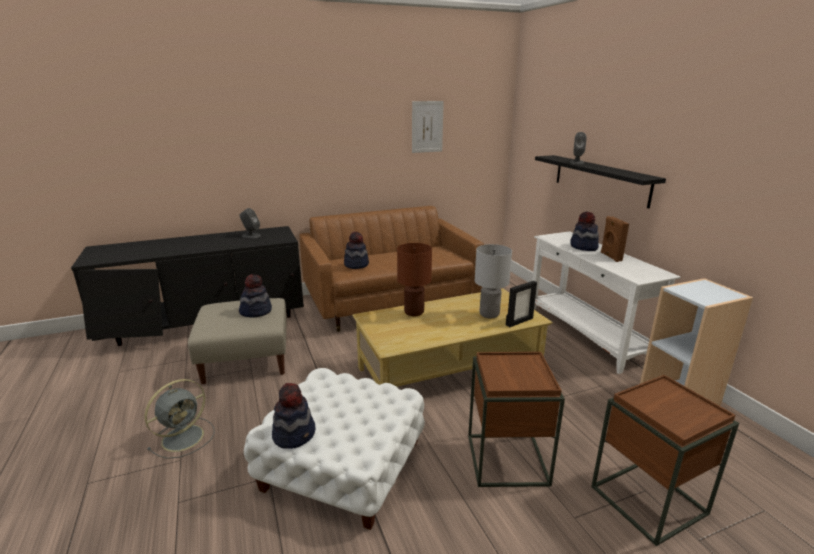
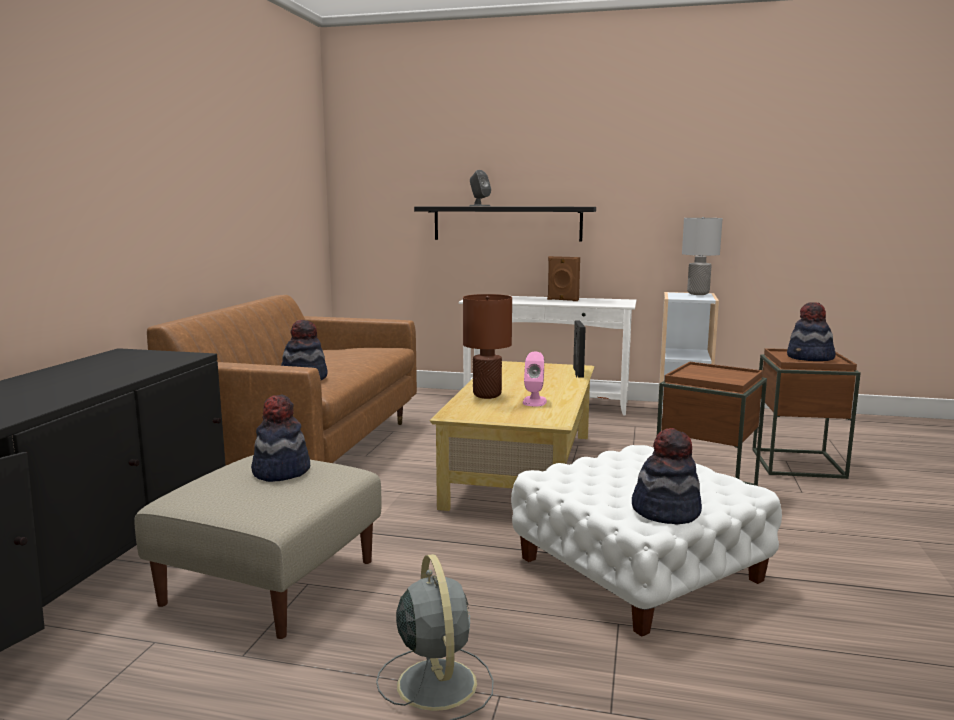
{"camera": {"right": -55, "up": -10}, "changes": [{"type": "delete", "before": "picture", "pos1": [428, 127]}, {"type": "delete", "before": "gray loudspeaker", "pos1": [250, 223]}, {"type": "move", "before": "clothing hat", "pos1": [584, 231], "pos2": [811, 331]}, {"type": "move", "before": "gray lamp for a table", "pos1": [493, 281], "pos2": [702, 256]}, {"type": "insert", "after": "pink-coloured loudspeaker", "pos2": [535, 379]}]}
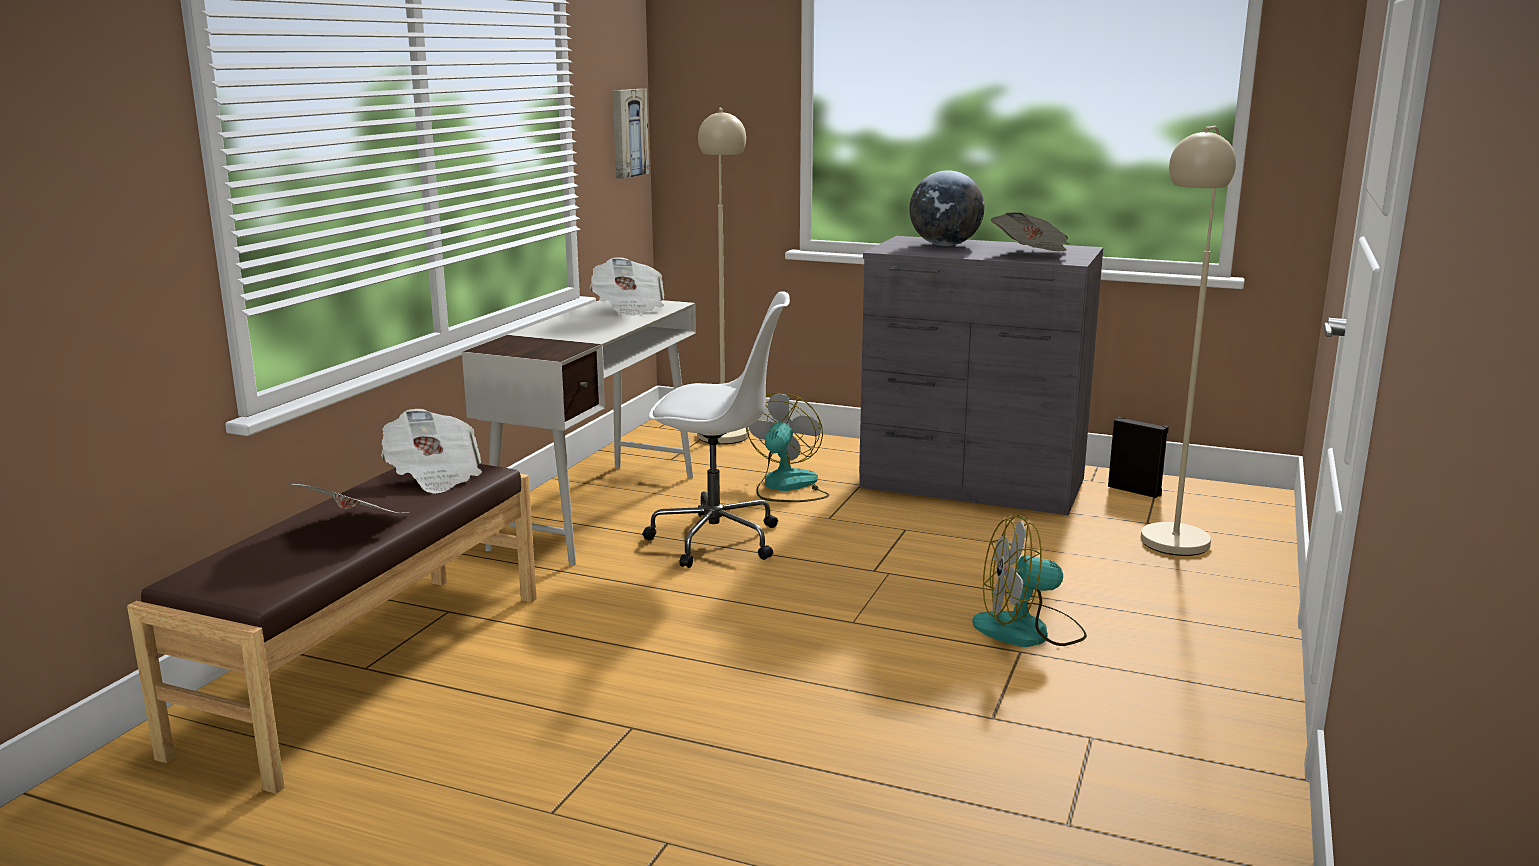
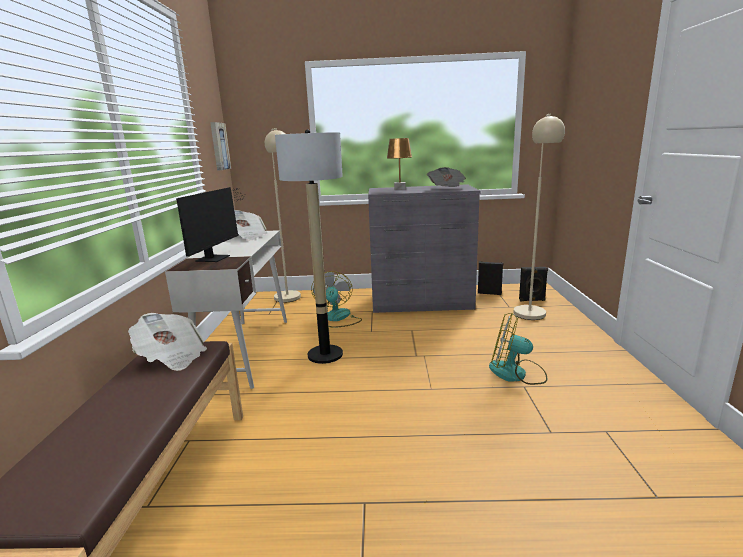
{"camera": {"right": -20, "up": 0}, "changes": [{"type": "replace", "before": "globe", "after": "brown lamp for a table", "pos1": [946, 208], "pos2": [399, 164]}, {"type": "replace", "before": "white office chair", "after": "floor lamp", "pos1": [716, 429], "pos2": [309, 246]}, {"type": "delete", "before": "printed paper", "pos1": [347, 499]}, {"type": "rotate", "before": "cooling fan", "pos1": [1029, 581], "pos2": [518, 349], "turn": 45}, {"type": "insert", "after": "monitor", "pos2": [209, 224]}, {"type": "insert", "after": "black-coloured loudspeaker", "pos2": [533, 284]}]}
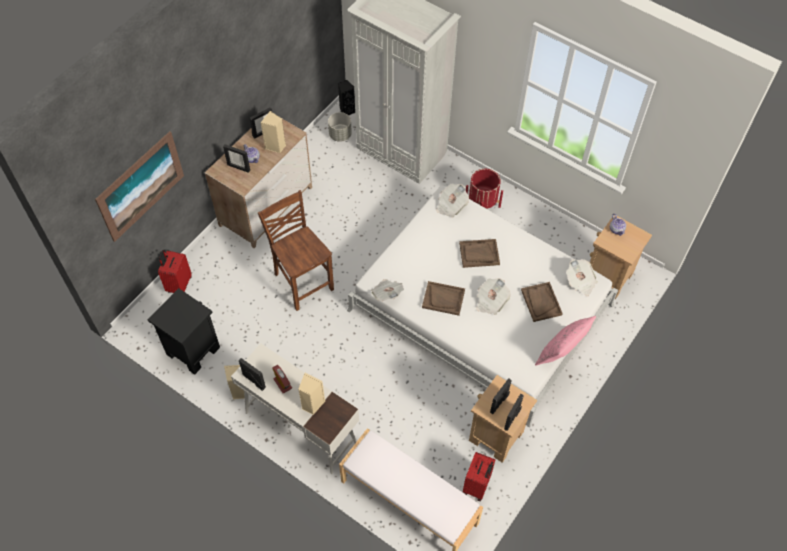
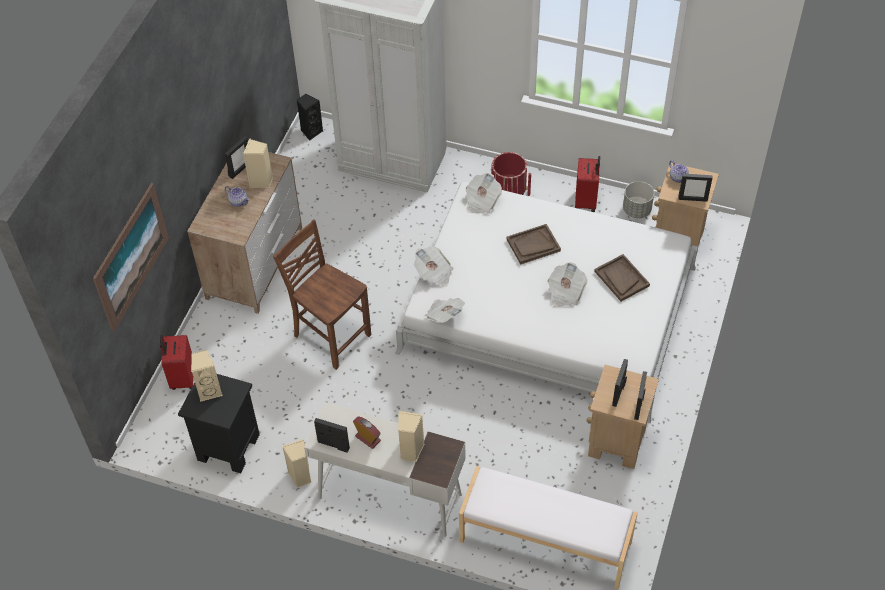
{"camera": {"right": -15, "up": -5}, "changes": [{"type": "move", "before": "gray flower pot", "pos1": [340, 127], "pos2": [638, 199]}, {"type": "move", "before": "standing frame", "pos1": [236, 158], "pos2": [695, 188]}, {"type": "move", "before": "printed paper", "pos1": [582, 277], "pos2": [433, 266]}, {"type": "delete", "before": "brown tray", "pos1": [443, 298]}, {"type": "delete", "before": "pink-coloured throw pillow", "pos1": [565, 340]}, {"type": "move", "before": "red-coloured travel case", "pos1": [479, 476], "pos2": [587, 184]}, {"type": "insert", "after": "beige loudspeaker", "pos2": [207, 376]}]}
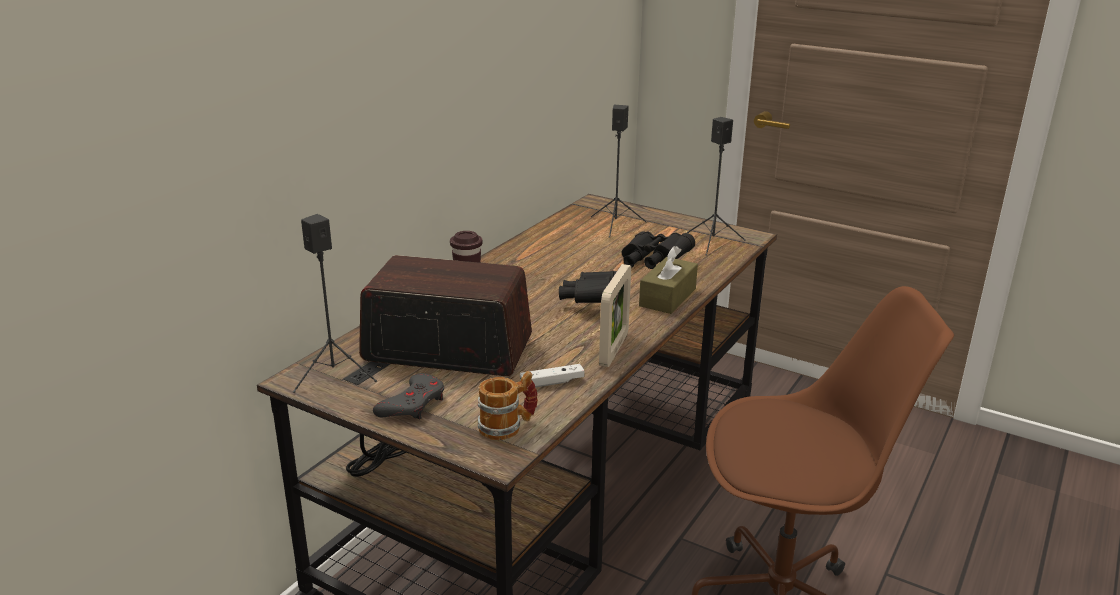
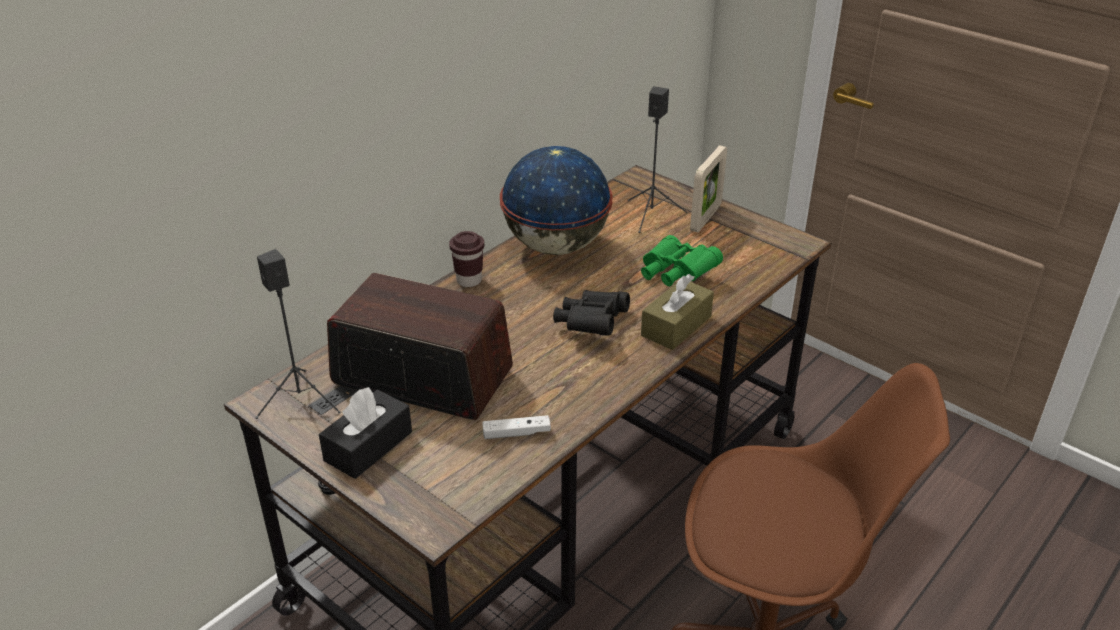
{"camera": {"right": 10, "up": 10}, "changes": [{"type": "delete", "before": "black-coloured loudspeaker", "pos1": [716, 186]}, {"type": "recolor", "before": "black-coloured binoculars", "after": "green binoculars", "pos1": [658, 250], "pos2": [682, 260]}, {"type": "move", "before": "standing frame", "pos1": [615, 315], "pos2": [708, 188]}, {"type": "delete", "before": "coffee mug", "pos1": [508, 405]}, {"type": "replace", "before": "gray gamepad", "after": "black-coloured tissue box", "pos1": [408, 396], "pos2": [365, 433]}, {"type": "insert", "after": "globe", "pos2": [556, 200]}]}
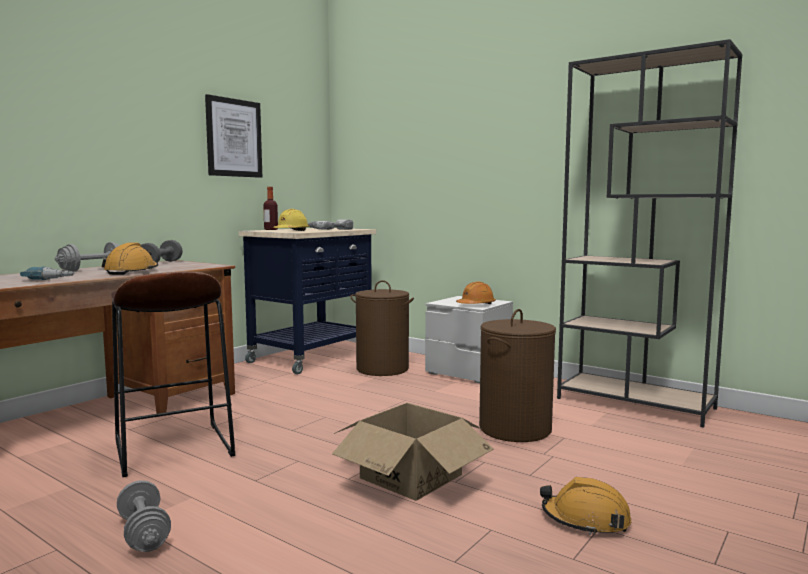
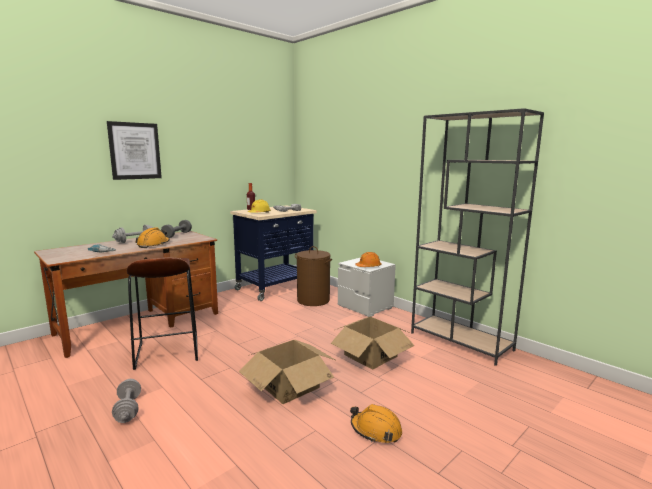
{"camera": {"right": 10, "up": 5}, "changes": [{"type": "move", "before": "picture", "pos1": [233, 136], "pos2": [134, 150]}, {"type": "replace", "before": "brown washing basket", "after": "carton", "pos1": [517, 375], "pos2": [372, 343]}]}
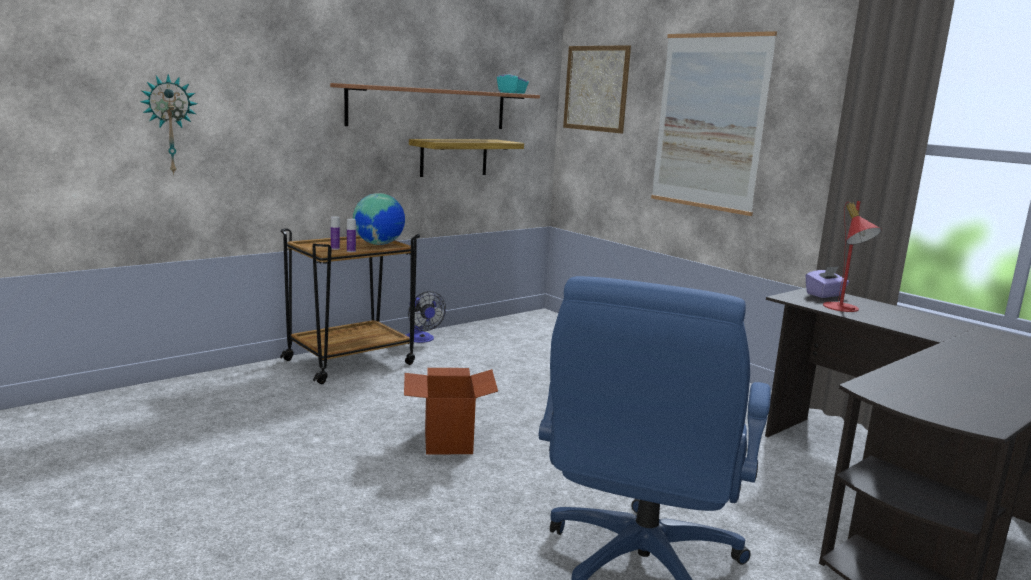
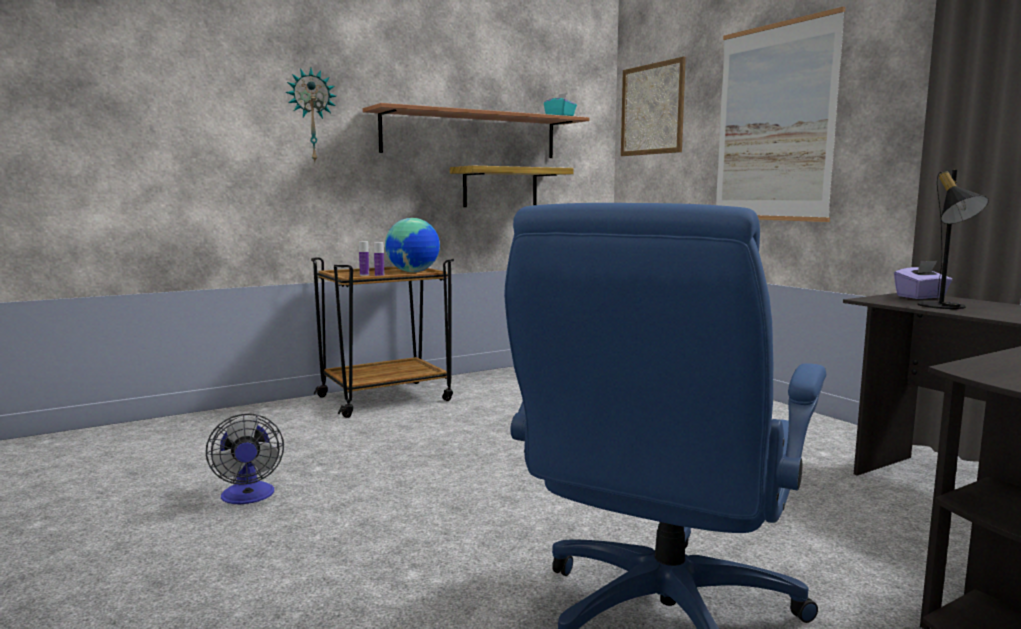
{"camera": {"right": 10, "up": -5}, "changes": [{"type": "move", "before": "wall clock", "pos1": [169, 124], "pos2": [311, 115]}, {"type": "recolor", "before": "red-coloured lamp for a table", "after": "black-coloured lamp for a table", "pos1": [852, 256], "pos2": [953, 239]}, {"type": "move", "before": "cooling fan", "pos1": [426, 317], "pos2": [245, 458]}, {"type": "delete", "before": "carton", "pos1": [451, 411]}]}
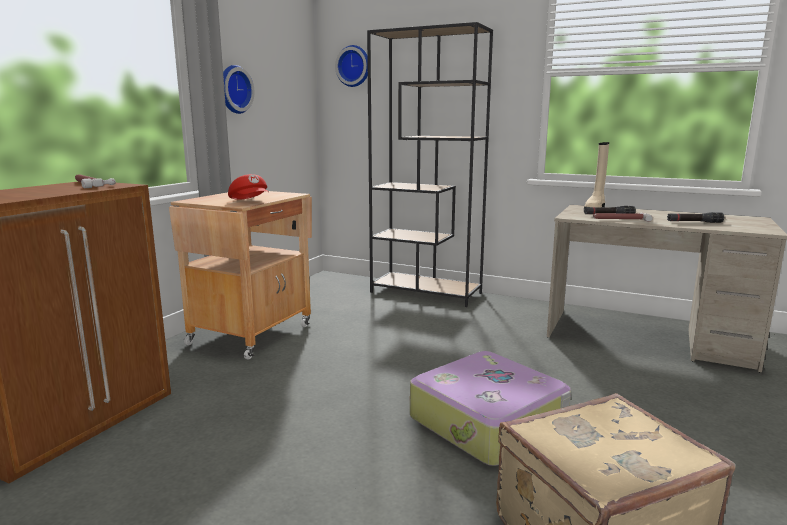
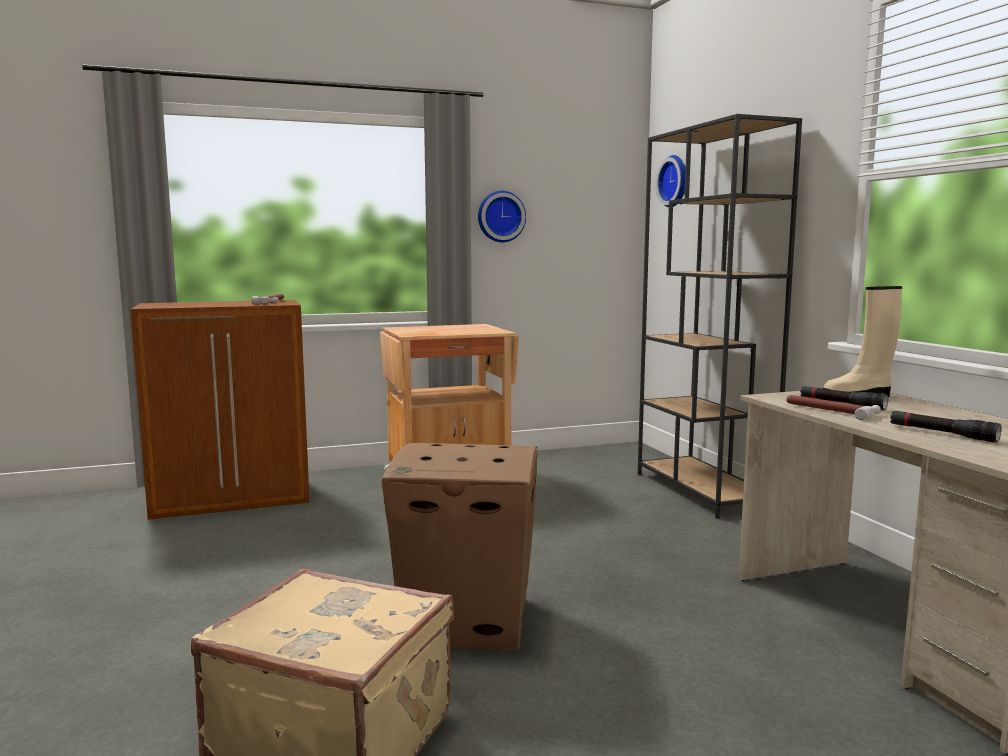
{"camera": {"right": 45, "up": -5}, "changes": [{"type": "delete", "before": "red-coloured cap", "pos1": [248, 187]}, {"type": "replace", "before": "travel case", "after": "carton", "pos1": [490, 408], "pos2": [459, 547]}]}
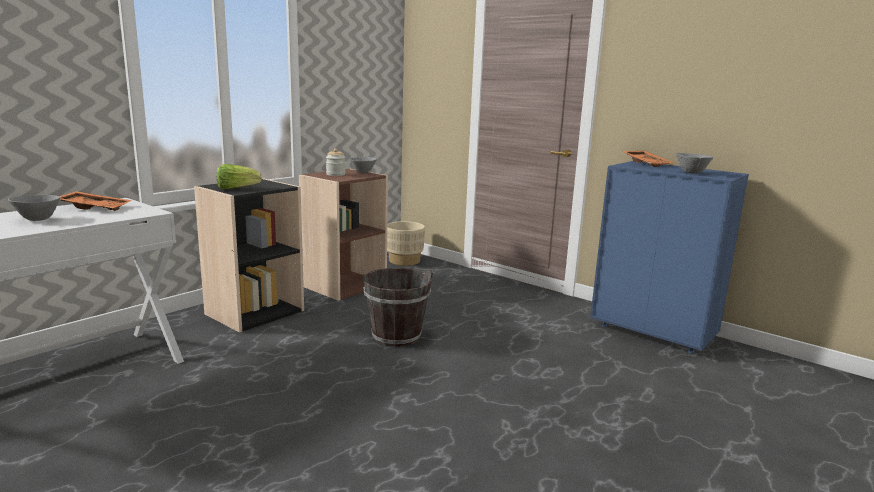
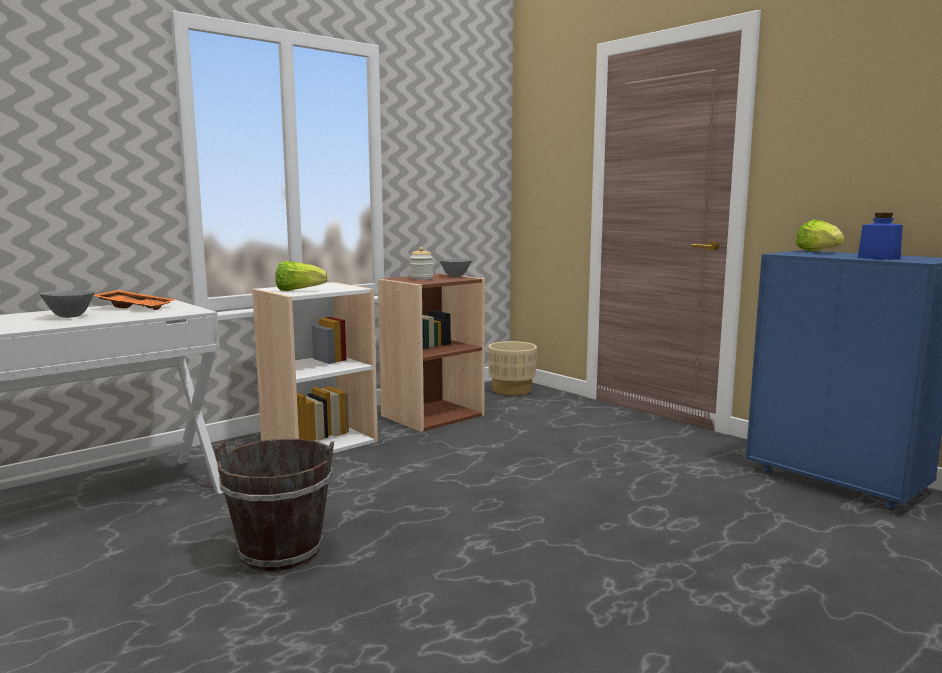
{"camera": {"right": 10, "up": -5}, "changes": [{"type": "replace", "before": "orange-coloured tray", "after": "head of lettuce", "pos1": [648, 159], "pos2": [820, 235]}, {"type": "replace", "before": "gray serving bowl", "after": "bluish storage jar", "pos1": [694, 163], "pos2": [880, 236]}, {"type": "recolor", "before": "black-coloured bookshelf", "after": "white bookshelf", "pos1": [249, 255], "pos2": [315, 367]}, {"type": "move", "before": "brown pail", "pos1": [397, 307], "pos2": [274, 505]}]}
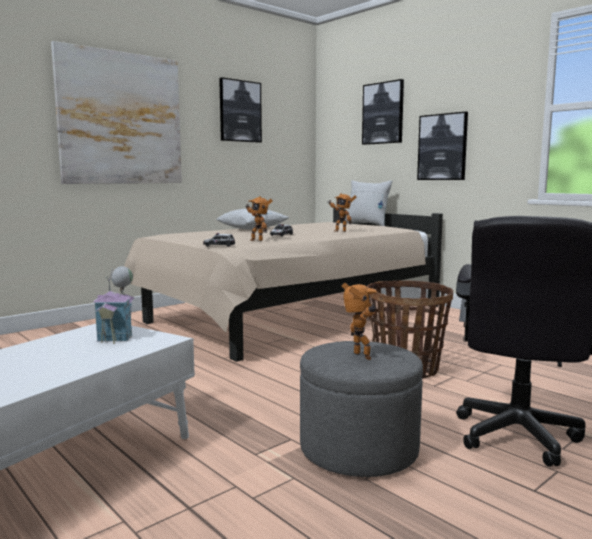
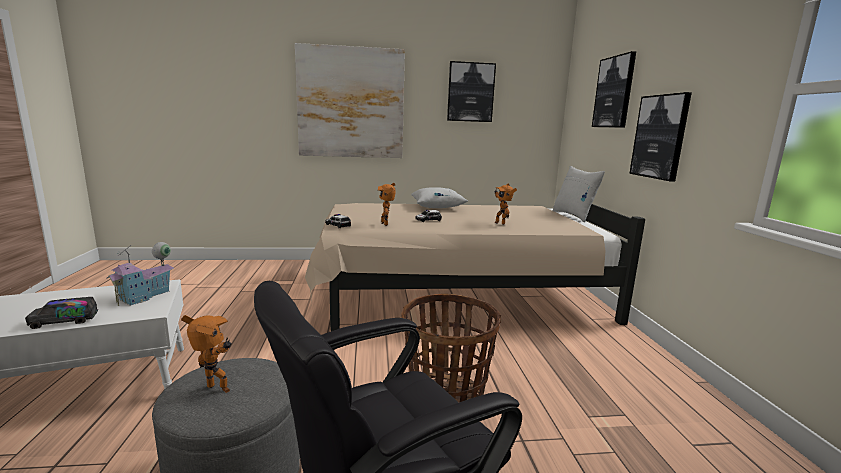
{"camera": {"right": 35, "up": 5}, "changes": [{"type": "rotate", "before": "toy robot", "pos1": [359, 321], "pos2": [206, 354], "turn": -75}, {"type": "insert", "after": "model truck", "pos2": [61, 313]}]}
